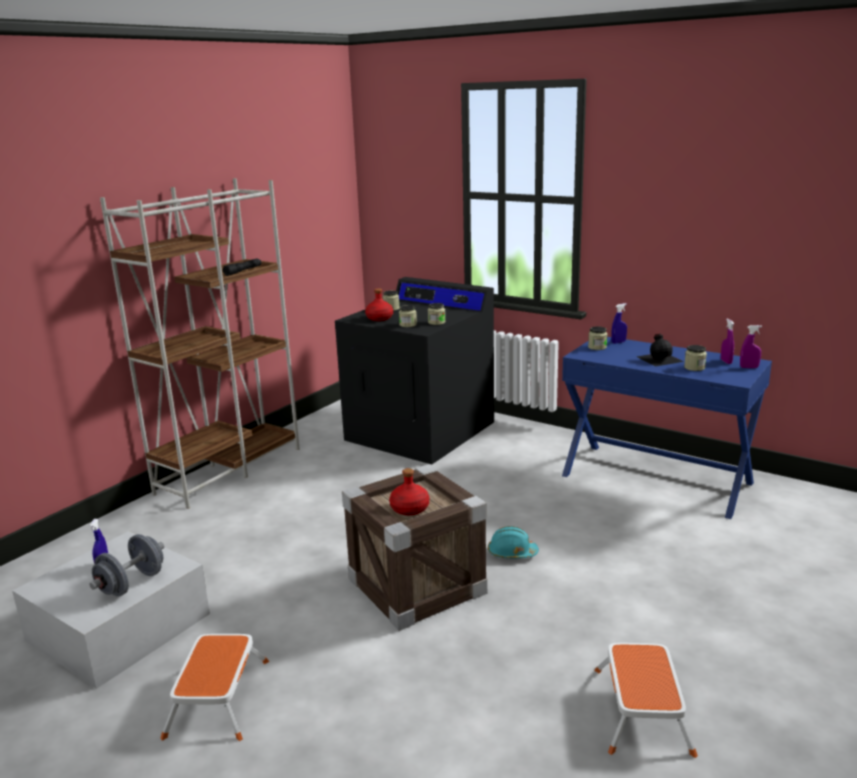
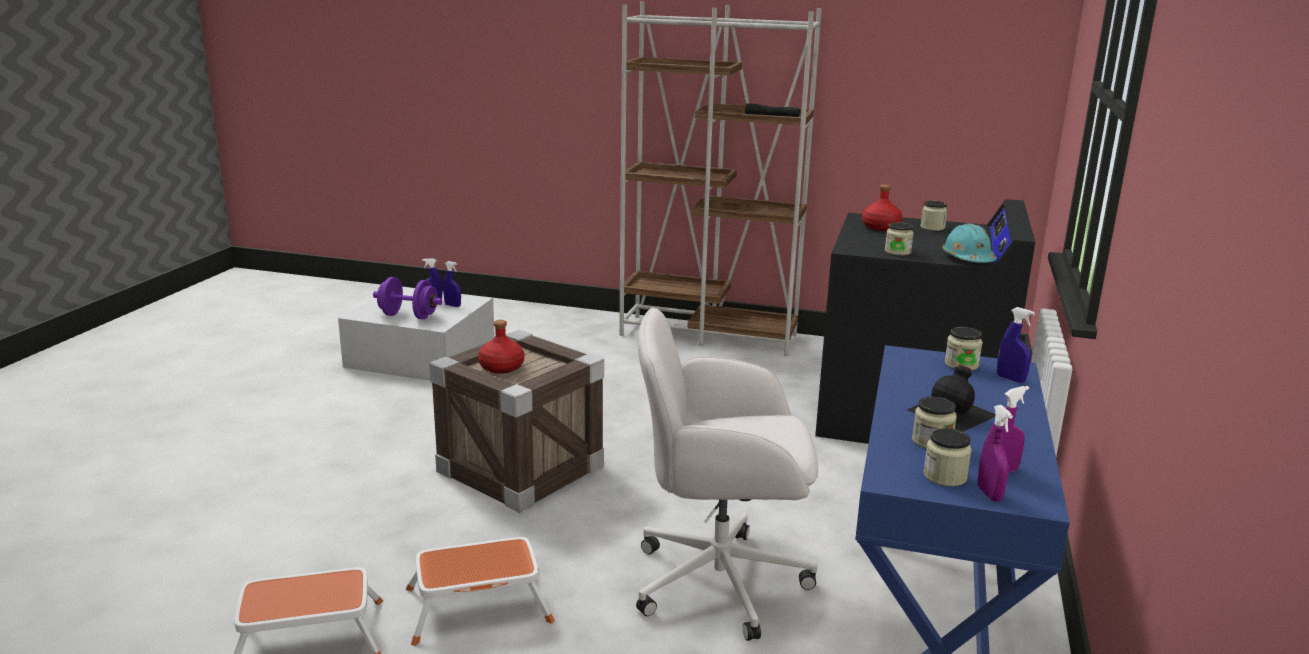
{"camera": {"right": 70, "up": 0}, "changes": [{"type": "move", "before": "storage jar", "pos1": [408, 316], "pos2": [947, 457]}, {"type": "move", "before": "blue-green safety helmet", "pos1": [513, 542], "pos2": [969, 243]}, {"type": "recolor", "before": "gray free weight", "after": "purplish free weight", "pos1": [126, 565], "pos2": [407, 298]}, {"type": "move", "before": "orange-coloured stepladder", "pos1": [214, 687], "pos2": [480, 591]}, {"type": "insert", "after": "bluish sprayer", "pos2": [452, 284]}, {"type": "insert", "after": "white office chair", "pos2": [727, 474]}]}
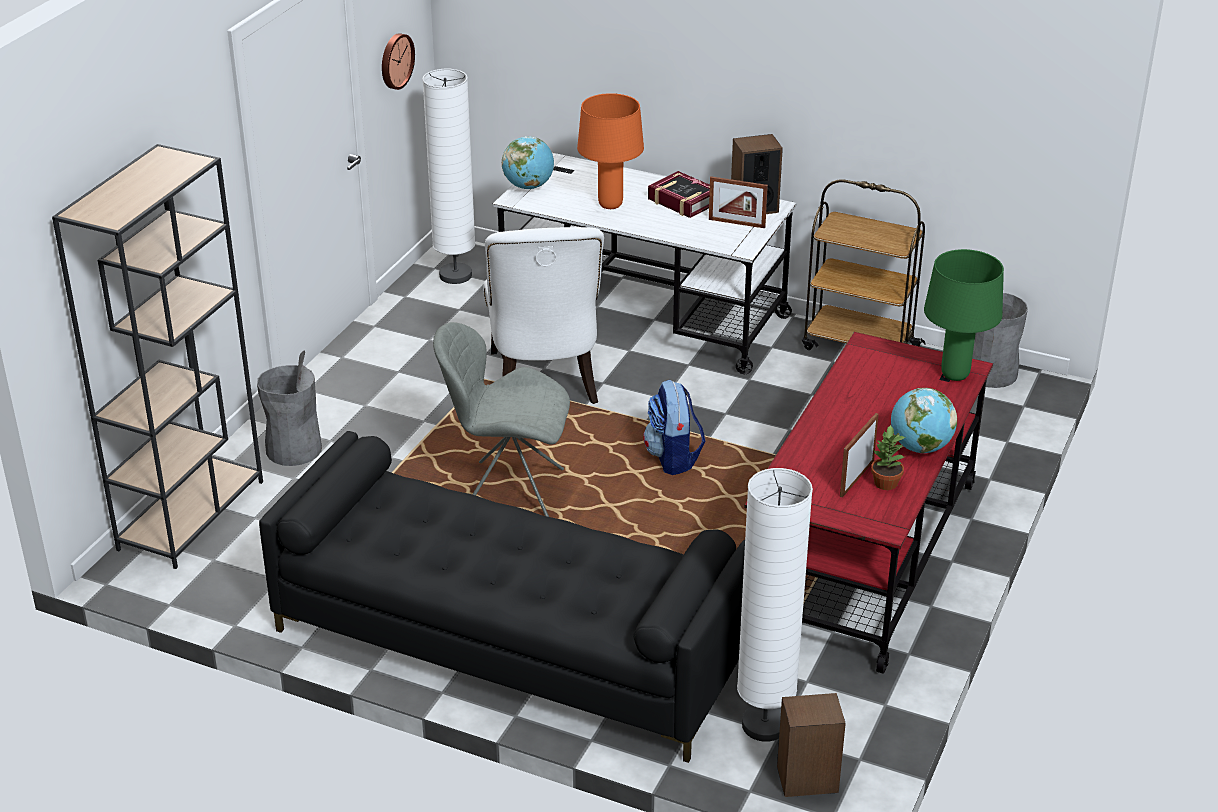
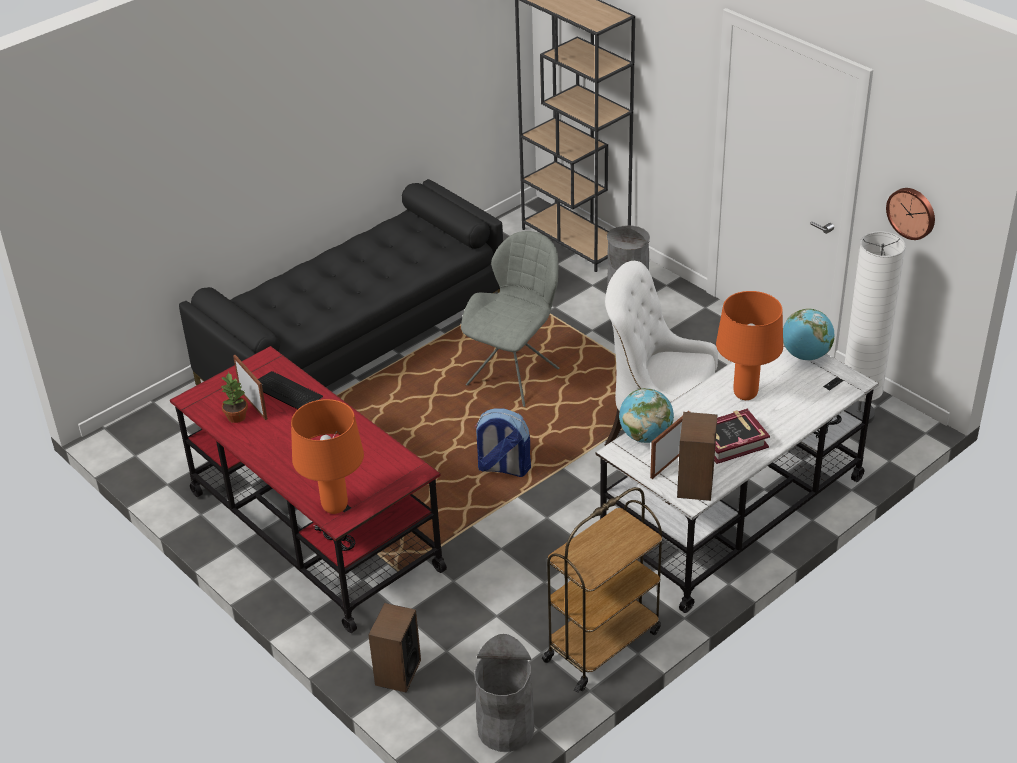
{"camera": {"right": 115, "up": 5}, "changes": [{"type": "recolor", "before": "green lamp for a table", "after": "orange-coloured lamp for a table", "pos1": [964, 315], "pos2": [327, 456]}, {"type": "move", "before": "globe", "pos1": [924, 420], "pos2": [646, 415]}, {"type": "delete", "before": "white floor lamp", "pos1": [775, 605]}, {"type": "move", "before": "loudspeaker", "pos1": [811, 745], "pos2": [394, 648]}, {"type": "insert", "after": "computer keyboard", "pos2": [290, 390]}]}
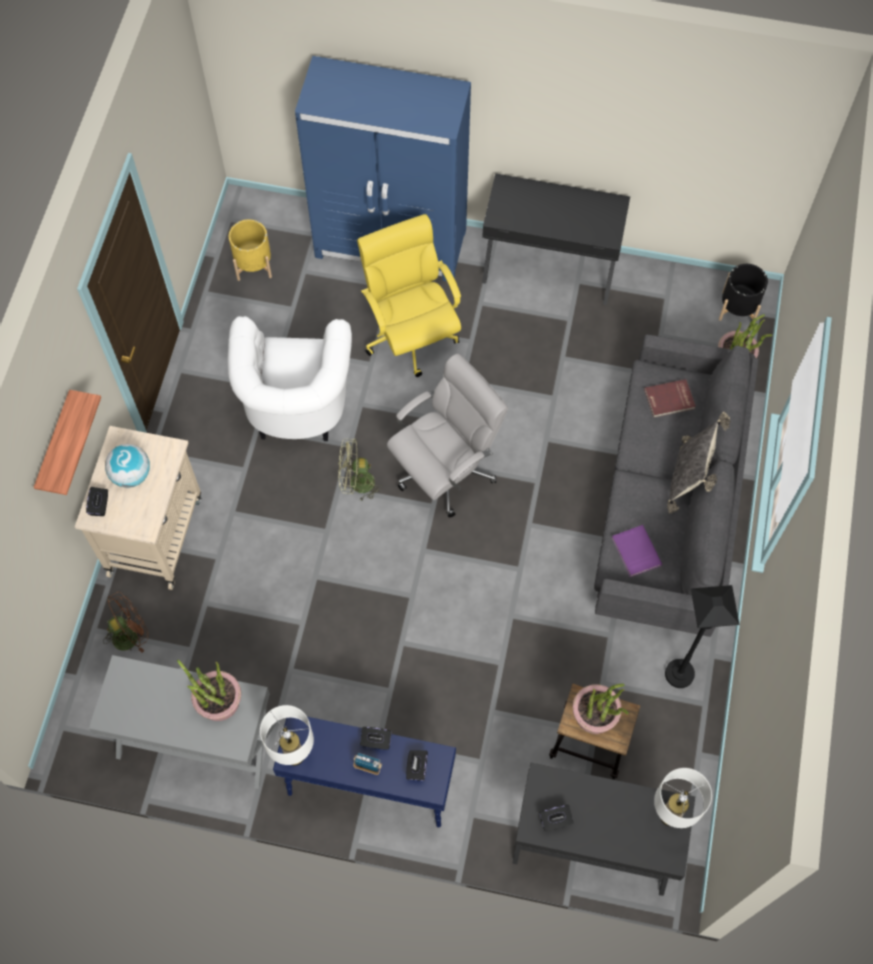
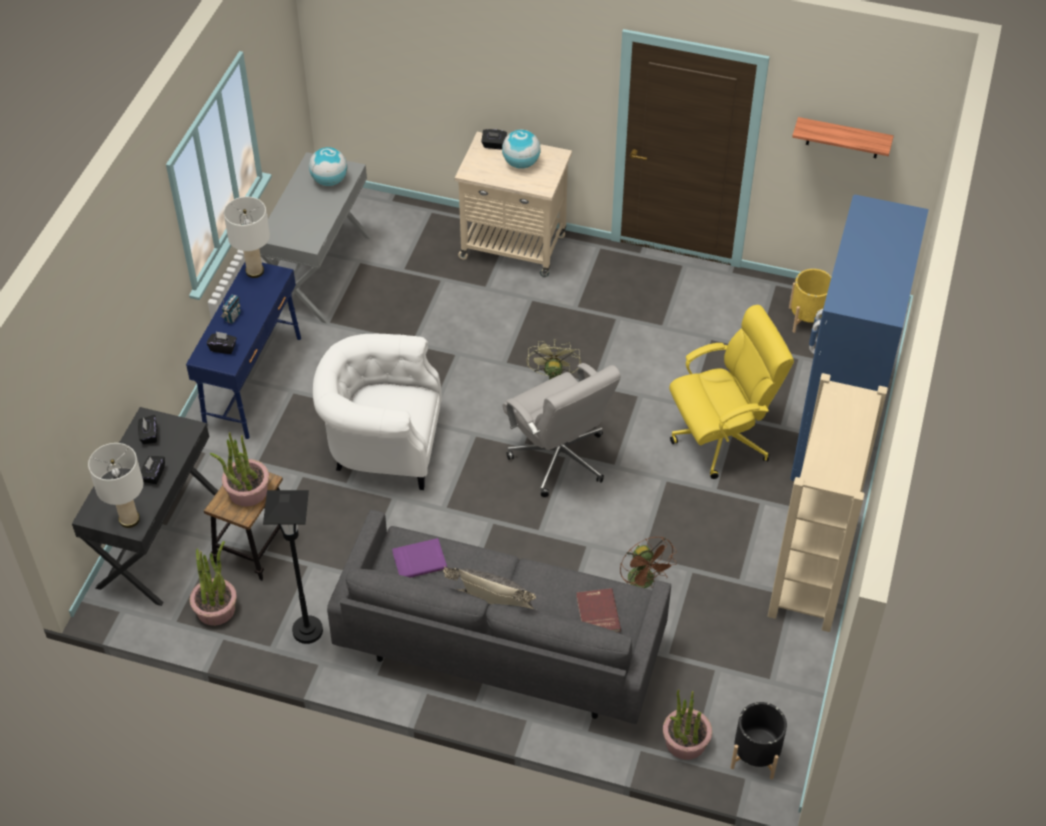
{"camera": {"right": 95, "up": -15}, "changes": [{"type": "replace", "before": "black-coloured desk table", "after": "beige bookshelf", "pos1": [556, 239], "pos2": [828, 502]}, {"type": "move", "before": "white easy chair", "pos1": [290, 378], "pos2": [377, 412]}, {"type": "move", "before": "shelf", "pos1": [67, 442], "pos2": [843, 137]}, {"type": "move", "before": "brown cooling fan", "pos1": [126, 622], "pos2": [648, 562]}, {"type": "move", "before": "potted plant", "pos1": [209, 690], "pos2": [213, 583]}, {"type": "move", "before": "black-coloured tissue box", "pos1": [376, 738], "pos2": [153, 470]}, {"type": "insert", "after": "globe", "pos2": [328, 166]}]}
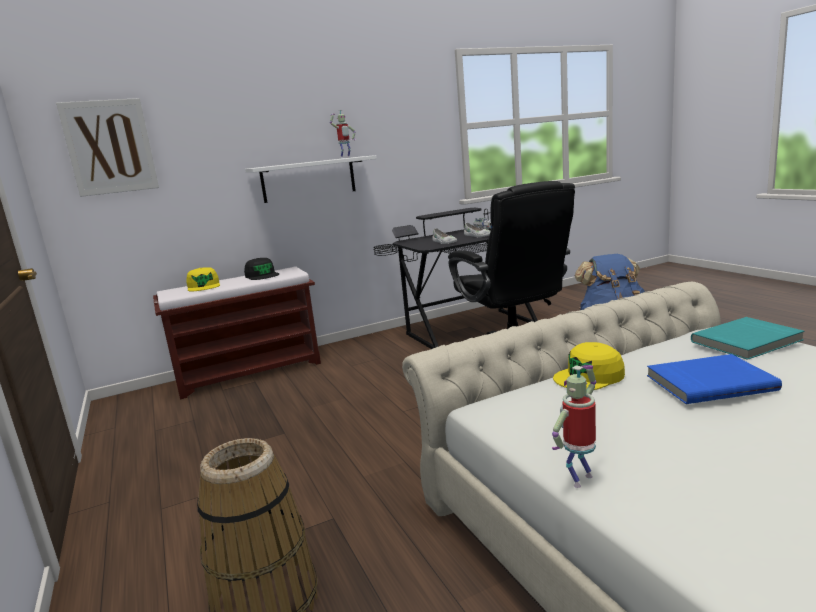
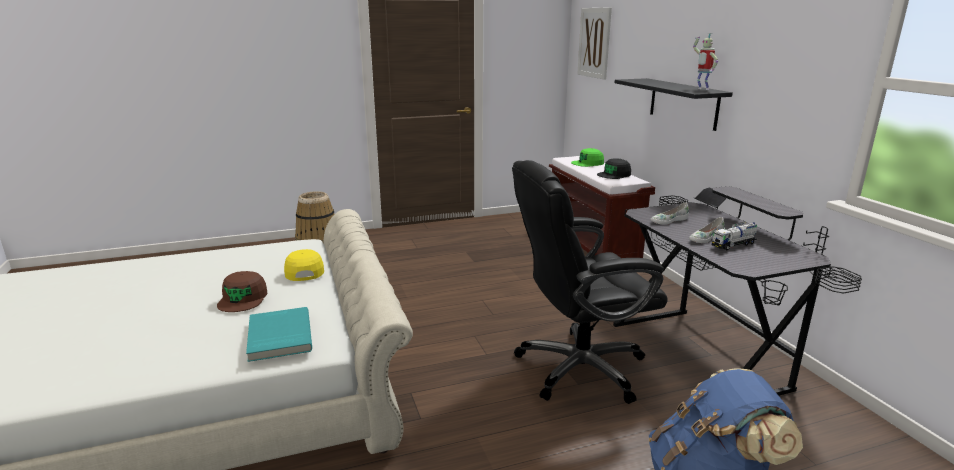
{"camera": {"right": 95, "up": 5}, "changes": [{"type": "recolor", "before": "white shelf", "after": "black-coloured shelf", "pos1": [311, 179], "pos2": [674, 104]}, {"type": "recolor", "before": "yellowish cap", "after": "green cap", "pos1": [203, 279], "pos2": [587, 157]}, {"type": "replace", "before": "bluish book", "after": "brown cap", "pos1": [714, 379], "pos2": [242, 291]}, {"type": "delete", "before": "toy robot", "pos1": [574, 426]}]}
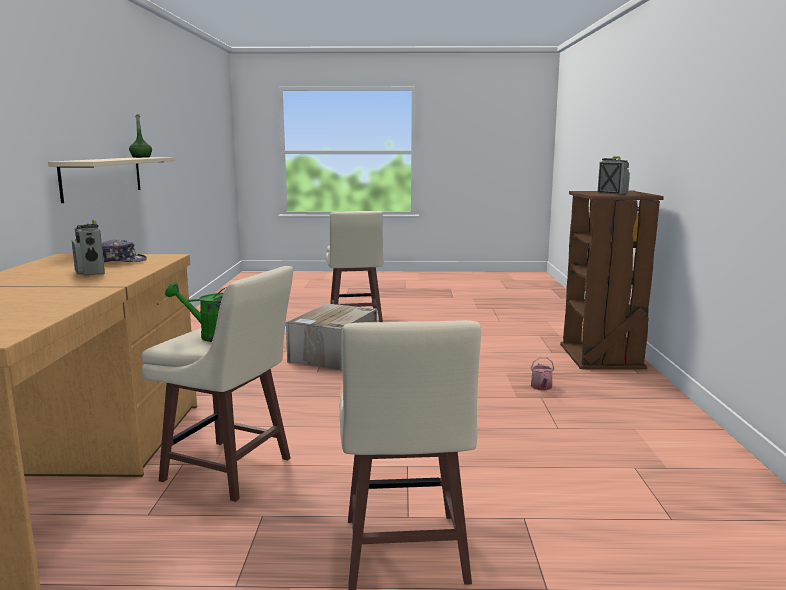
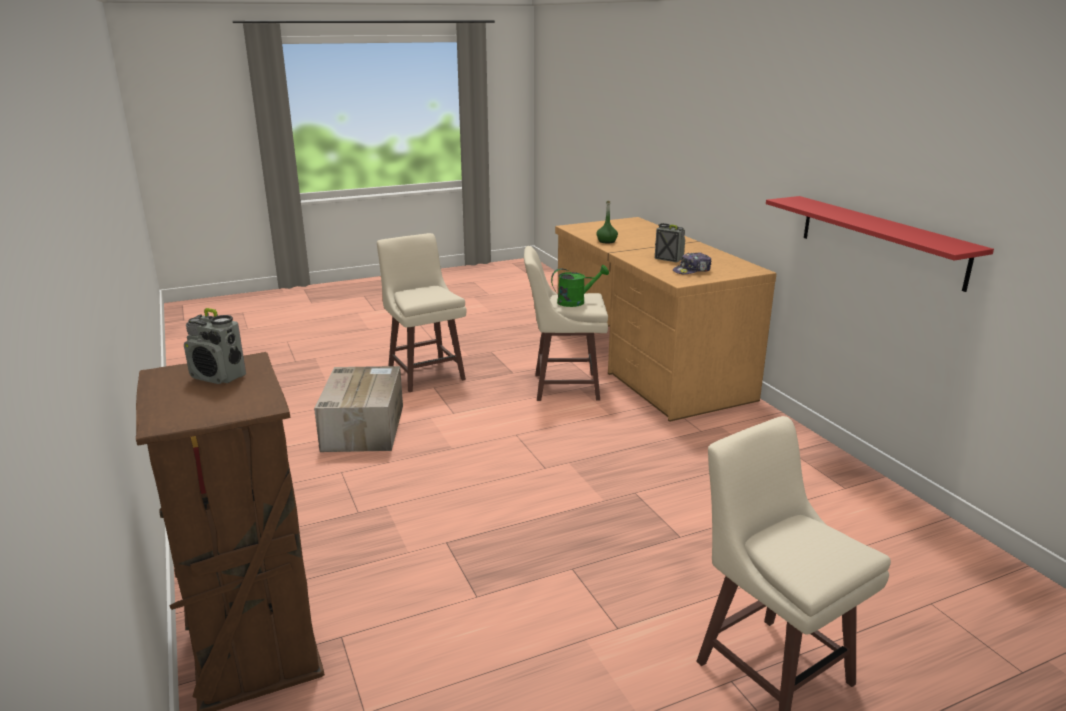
{"camera": {"right": 155, "up": 10}, "changes": [{"type": "move", "before": "green beverage bottle", "pos1": [140, 136], "pos2": [607, 222]}, {"type": "recolor", "before": "beige shelf", "after": "red-coloured shelf", "pos1": [111, 180], "pos2": [880, 244]}, {"type": "move", "before": "carton", "pos1": [331, 336], "pos2": [358, 409]}, {"type": "delete", "before": "watering pot", "pos1": [542, 373]}]}
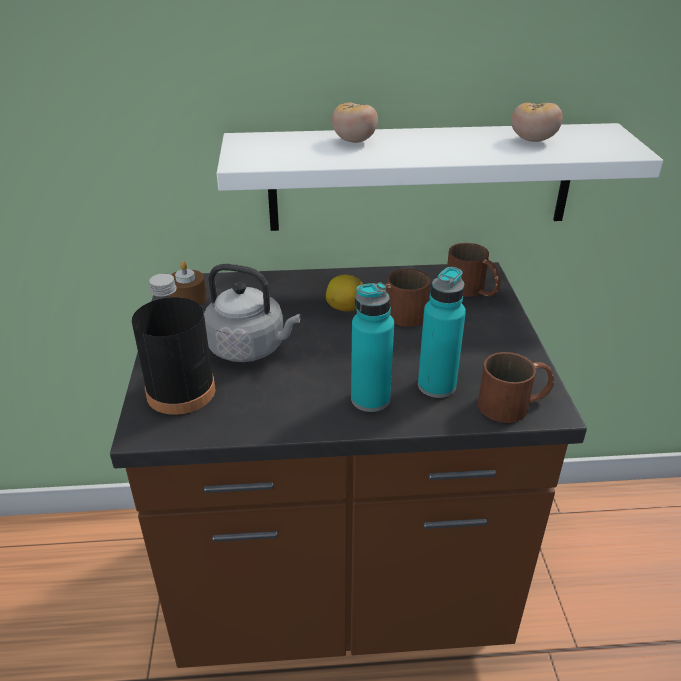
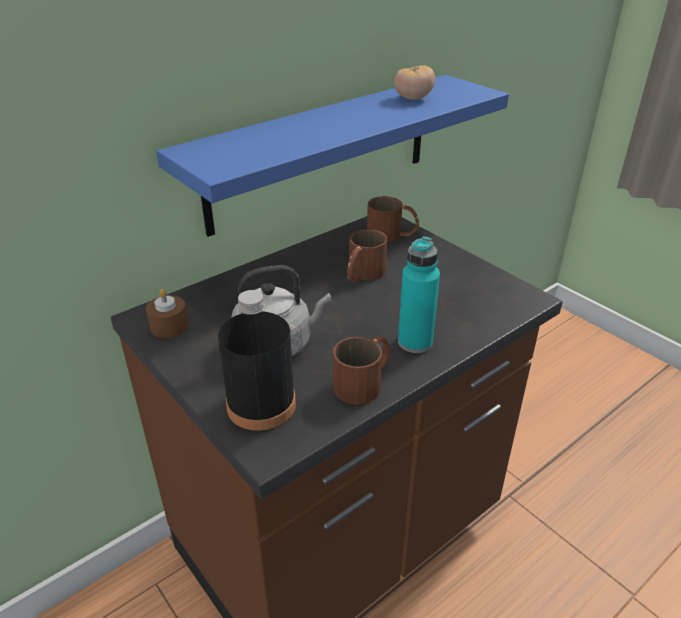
{"camera": {"right": -35, "up": 0}, "changes": [{"type": "delete", "before": "whole tomato", "pos1": [355, 122]}, {"type": "recolor", "before": "white shelf", "after": "bluish shelf", "pos1": [440, 177], "pos2": [332, 156]}, {"type": "delete", "before": "blue-green beverage bottle", "pos1": [442, 332]}, {"type": "delete", "before": "lemon", "pos1": [344, 293]}, {"type": "move", "before": "brown coffee mug", "pos1": [516, 387], "pos2": [361, 370]}]}
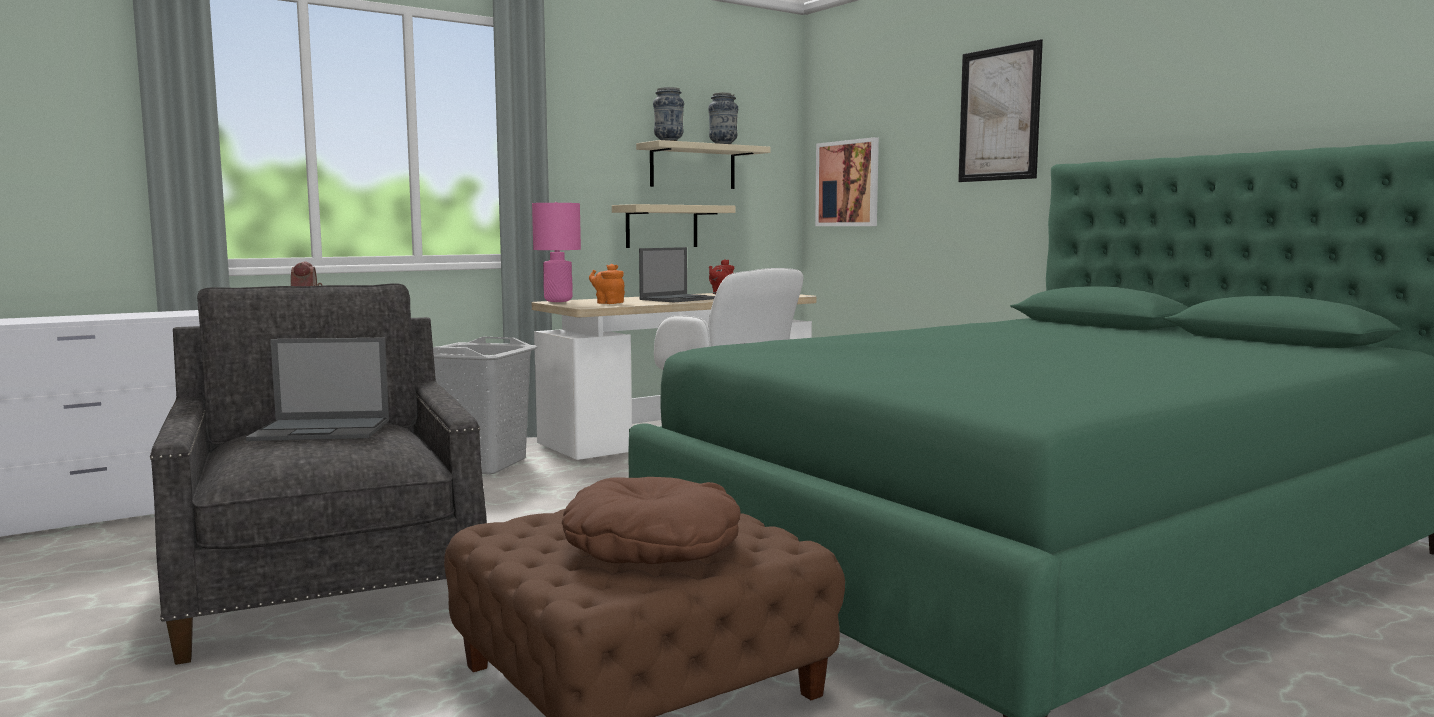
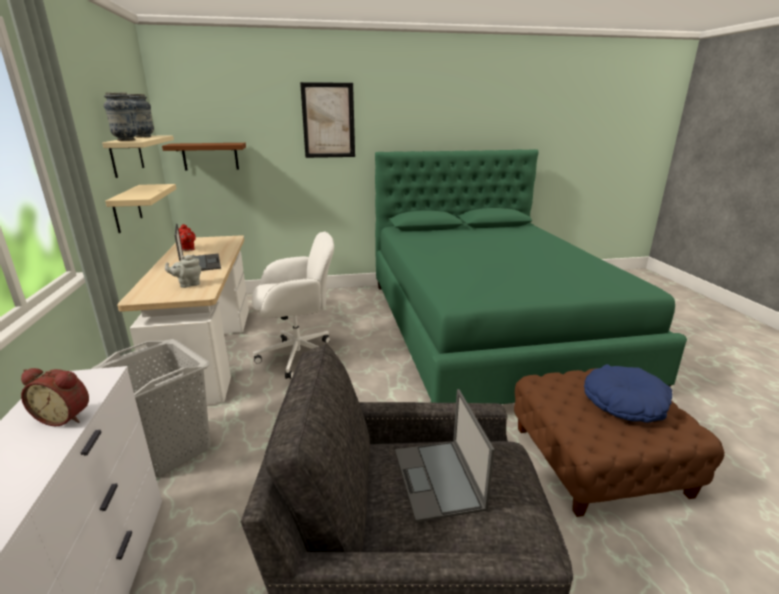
{"camera": {"right": -65, "up": 15}, "changes": [{"type": "replace", "before": "picture", "after": "brown shelf", "pos1": [847, 181], "pos2": [204, 157]}, {"type": "delete", "before": "pink-coloured lamp for a table", "pos1": [556, 252]}, {"type": "recolor", "before": "orange-coloured tea pot", "after": "gray tea pot", "pos1": [607, 284], "pos2": [183, 271]}, {"type": "rotate", "before": "portable computer", "pos1": [317, 389], "pos2": [445, 455], "turn": 150}, {"type": "recolor", "before": "brown throw pillow", "after": "bluish throw pillow", "pos1": [651, 520], "pos2": [628, 393]}]}
